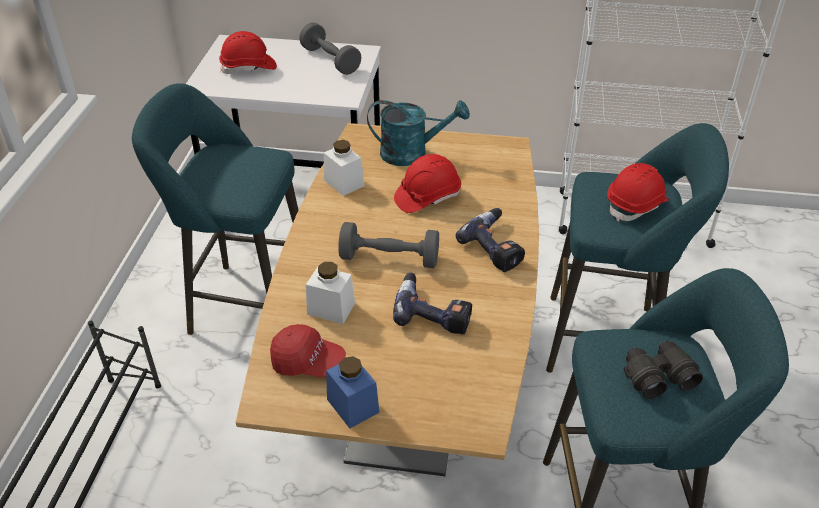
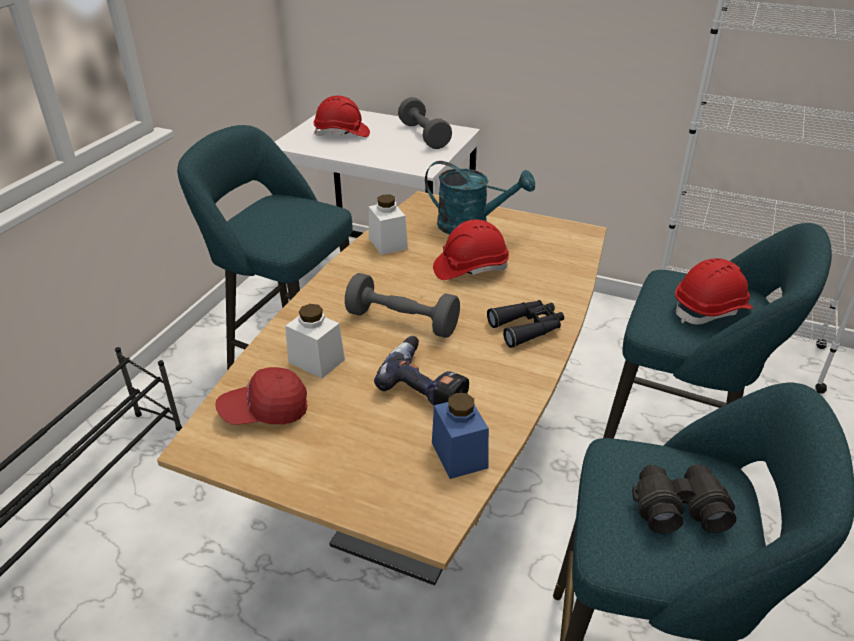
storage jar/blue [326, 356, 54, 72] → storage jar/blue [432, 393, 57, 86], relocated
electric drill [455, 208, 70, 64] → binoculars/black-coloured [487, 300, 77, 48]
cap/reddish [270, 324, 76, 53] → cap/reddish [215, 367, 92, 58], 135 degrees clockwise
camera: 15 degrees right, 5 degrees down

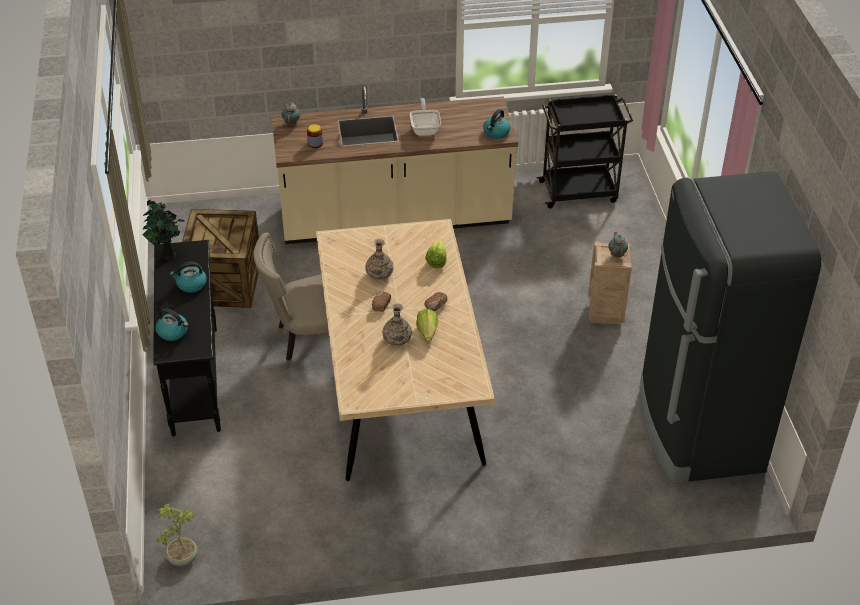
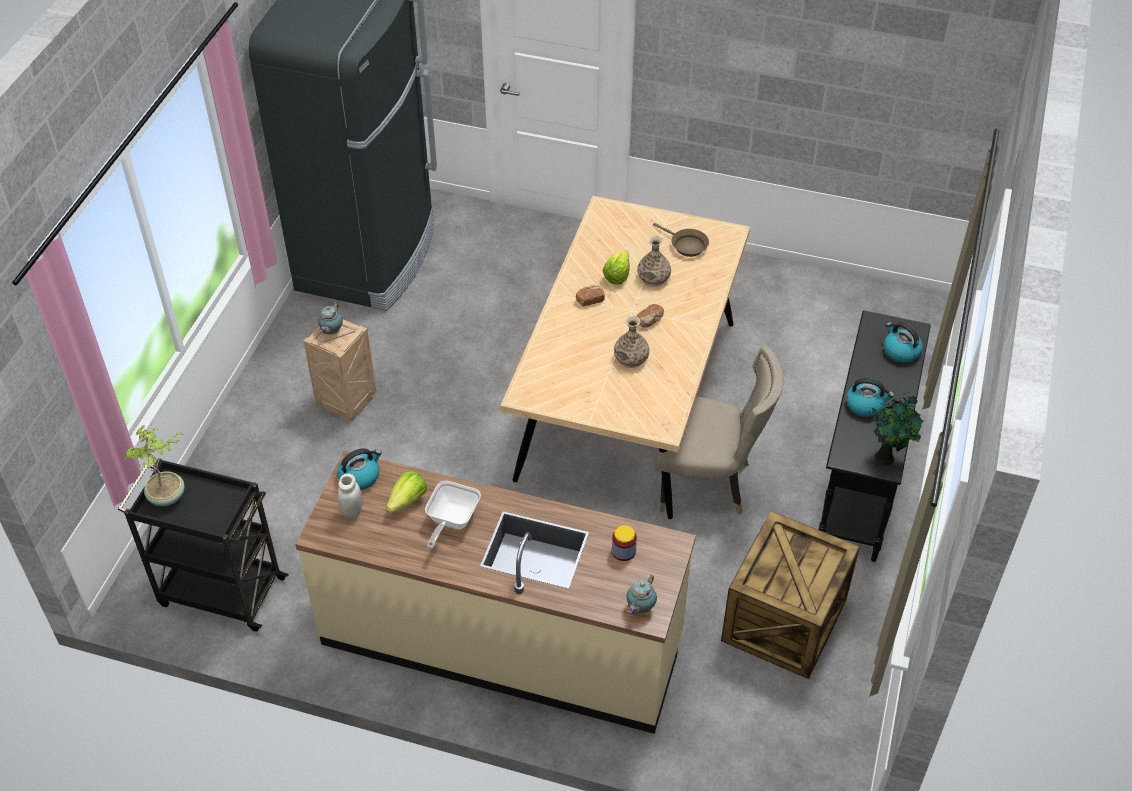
- → storage jar/white [338, 474, 25, 45]
- → skillet/brown-coloured [653, 223, 56, 34]
houseplant [157, 503, 41, 63] → houseplant [125, 425, 60, 81], relocated
head of lettuce [425, 240, 22, 28] → head of lettuce [386, 471, 41, 42], relocated
camera: 155 degrees left, 5 degrees up

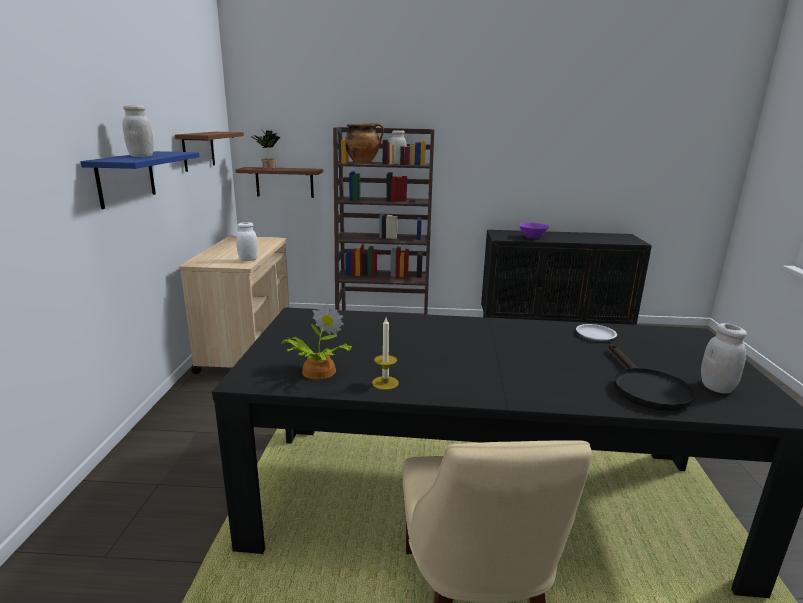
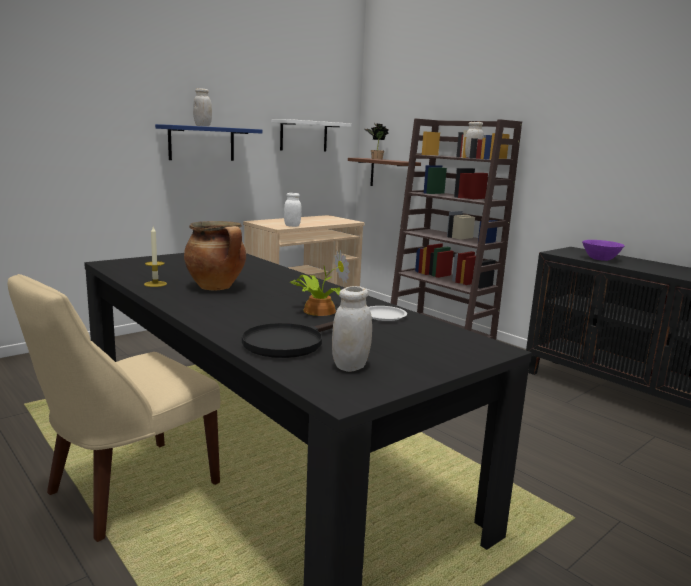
houseplant [281, 304, 71, 76] → houseplant [290, 250, 60, 66], relocated
cooking pot [345, 123, 39, 40] → cooking pot [184, 221, 62, 69], relocated
shelf/brown-coloured [175, 132, 69, 40] → shelf/white [271, 119, 80, 32]
camera: 45 degrees right, 5 degrees down

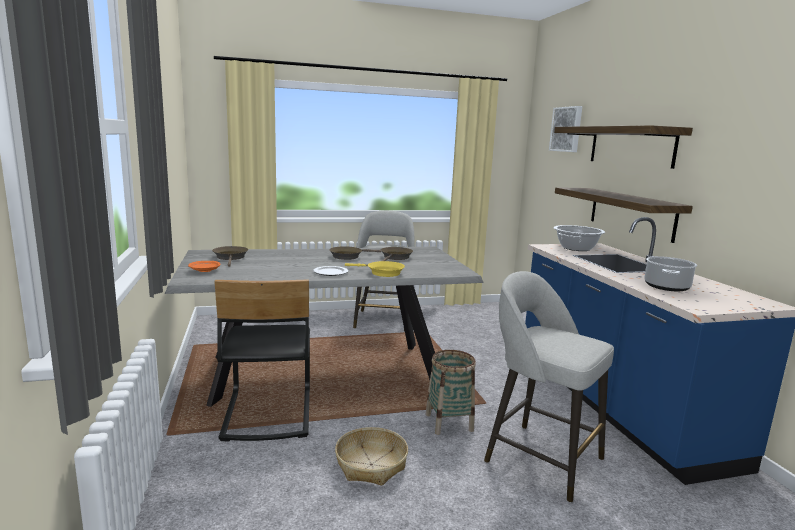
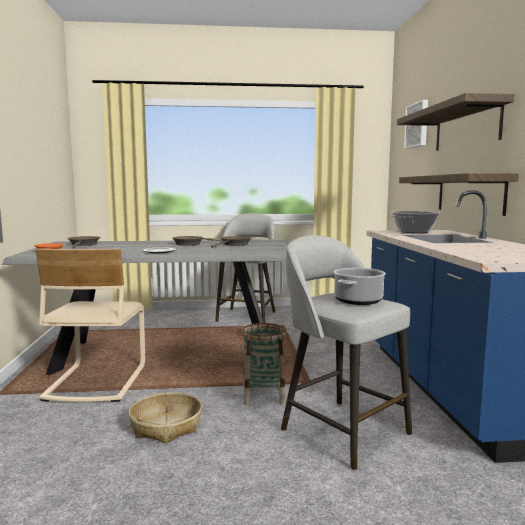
skillet/yellow-coloured [345, 261, 60, 16] → -
cooking pot [644, 256, 53, 36] → cooking pot [334, 268, 52, 37], relocated
upright chair/black-coloured [214, 279, 96, 163] → upright chair/sand-coloured [36, 249, 109, 153]
camera: 10 degrees right, 5 degrees down

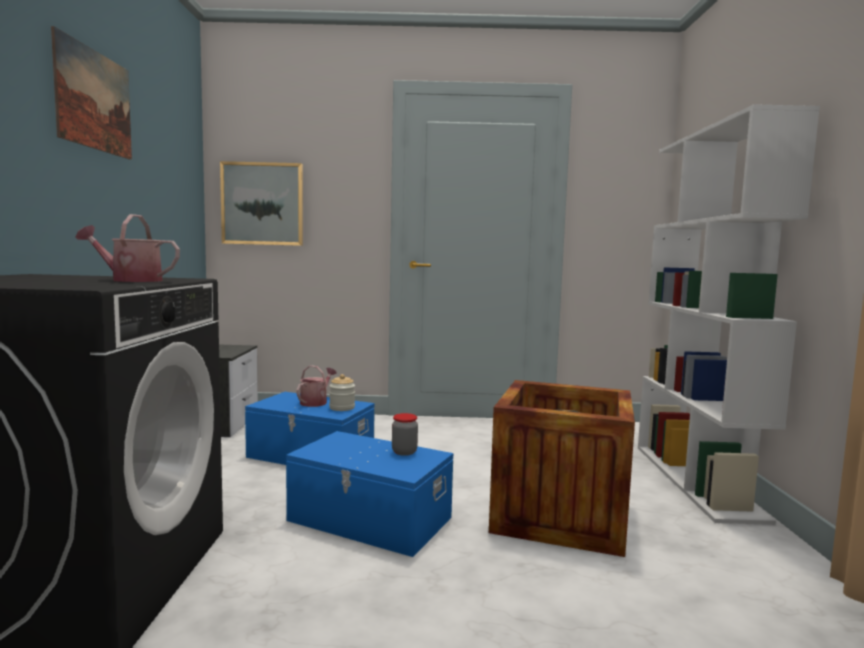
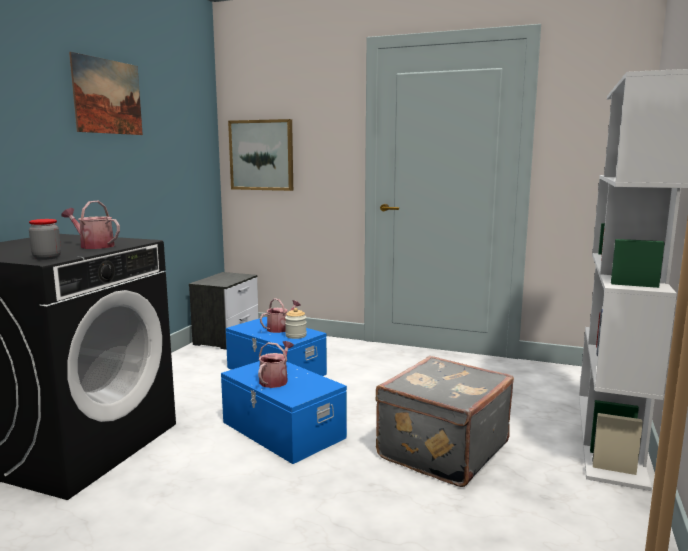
- → watering pot [258, 341, 36, 47]
storage jar [392, 413, 26, 43] → storage jar [29, 219, 32, 41], relocated
packing crate [489, 380, 146, 177] → piece of luggage/grey [375, 356, 139, 131]
camera: 20 degrees right, 5 degrees up

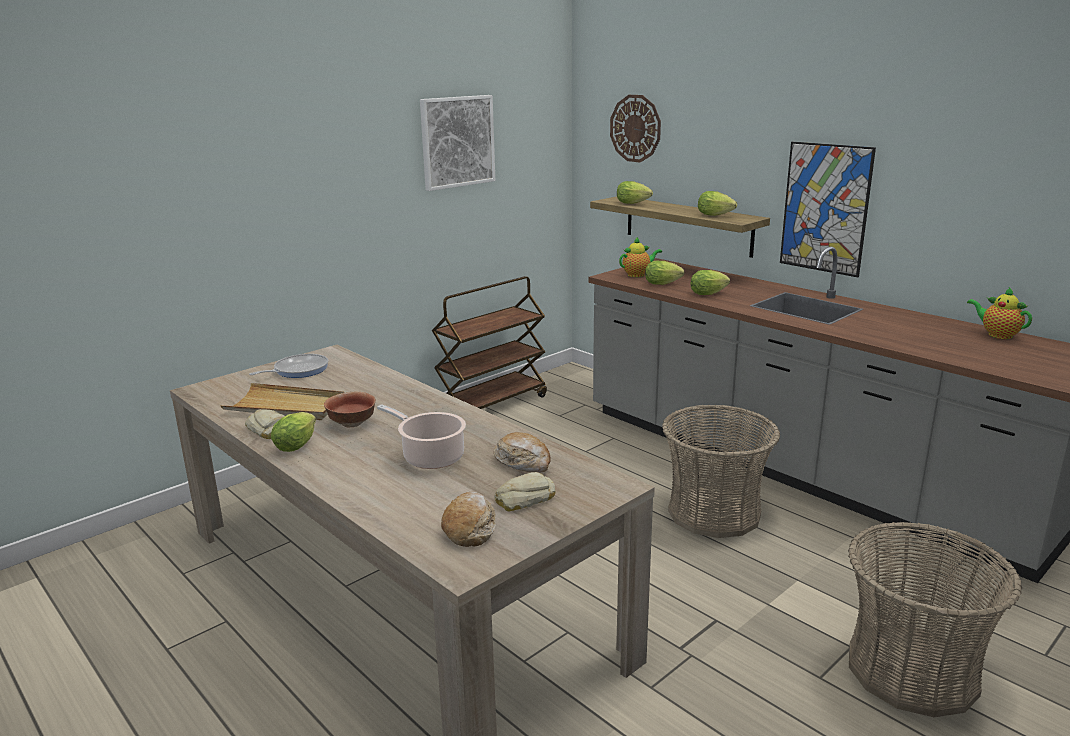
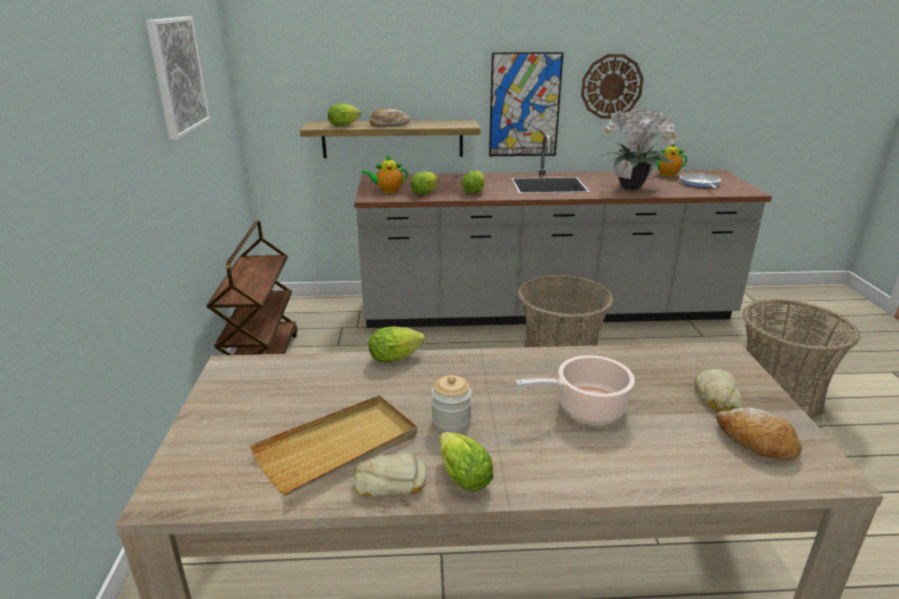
- → houseplant [598, 106, 82, 84]
skillet [249, 354, 79, 24] → skillet [680, 173, 41, 15], relocated
bread [494, 432, 57, 40] → bread [370, 108, 40, 19], relocated
wall clock [610, 95, 51, 67] → wall clock [581, 54, 63, 65], relocated
head of lettuce [698, 191, 39, 25] → head of lettuce [369, 326, 56, 37], relocated
bowl [324, 392, 52, 35] → storage jar [431, 375, 41, 58]
pot for tea [619, 237, 43, 40] → pot for tea [362, 154, 46, 39], 120 degrees counterclockwise
camera: 50 degrees left, 5 degrees up

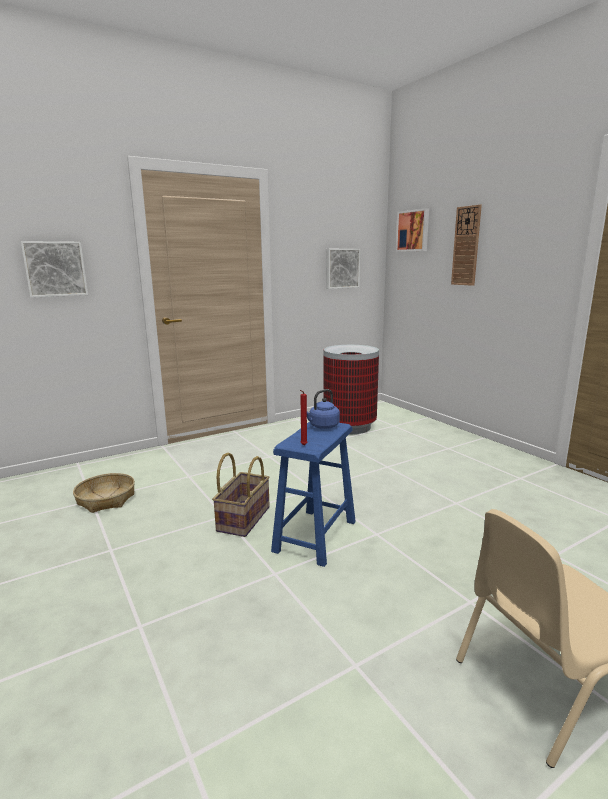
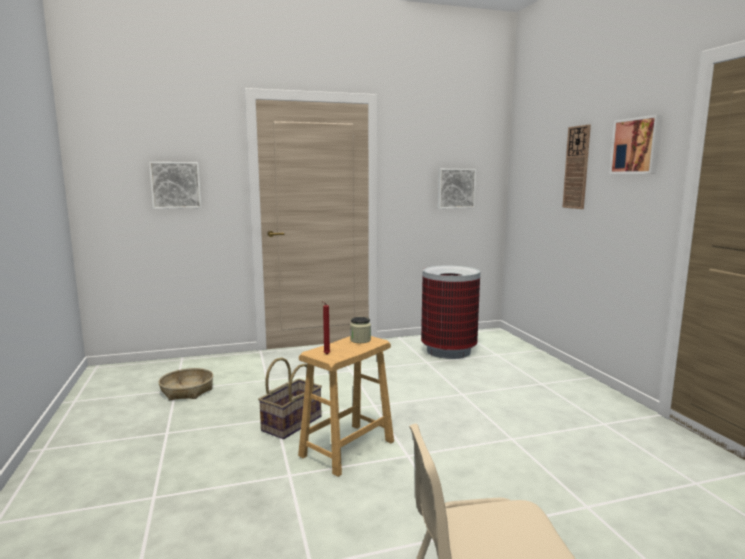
picture [396, 208, 33, 44] → picture [609, 115, 54, 59], relocated
kettle/blue [307, 389, 33, 40] → storage jar [350, 317, 21, 26]
stool seat/blue [271, 421, 85, 146] → stool seat/brown-coloured [298, 336, 96, 141]
camera: 15 degrees right, 5 degrees down

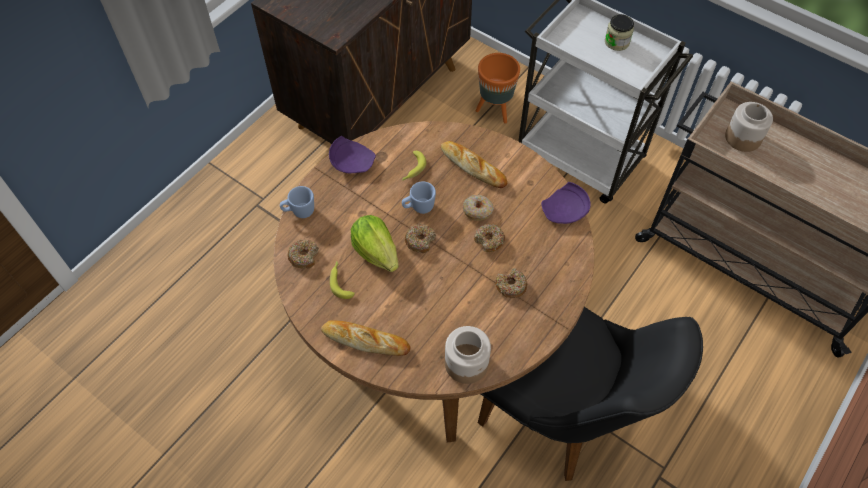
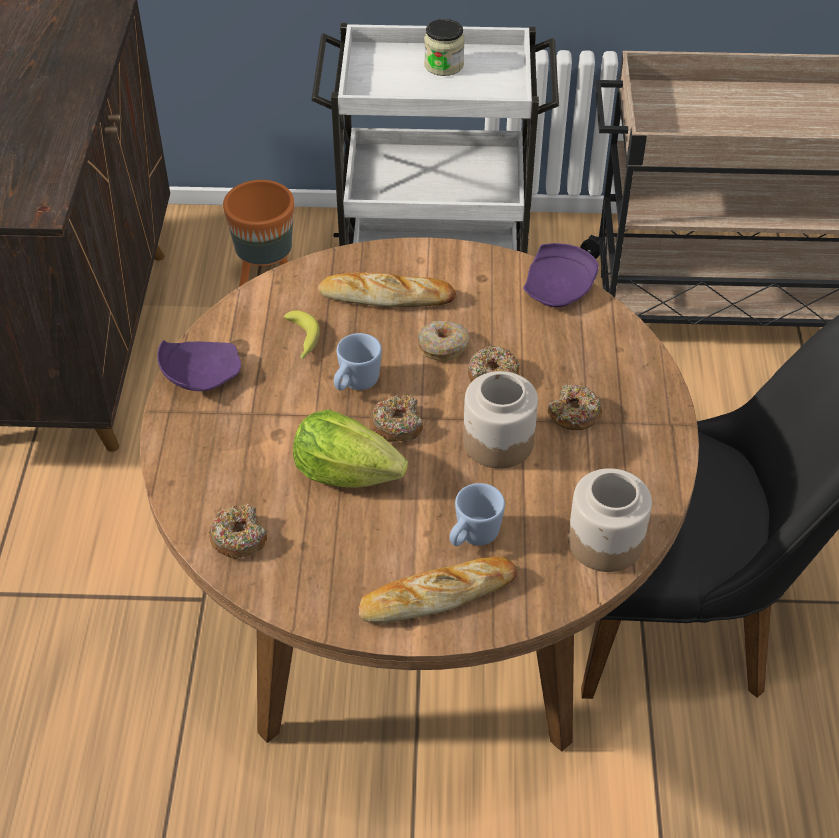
banana fruit [330, 261, 25, 38] → -
mug/blue [280, 186, 34, 32] → mug/blue [449, 483, 56, 63], relocated
storage jar [725, 102, 48, 50] → storage jar [463, 371, 75, 98], relocated
camera: 35 degrees left, 10 degrees down

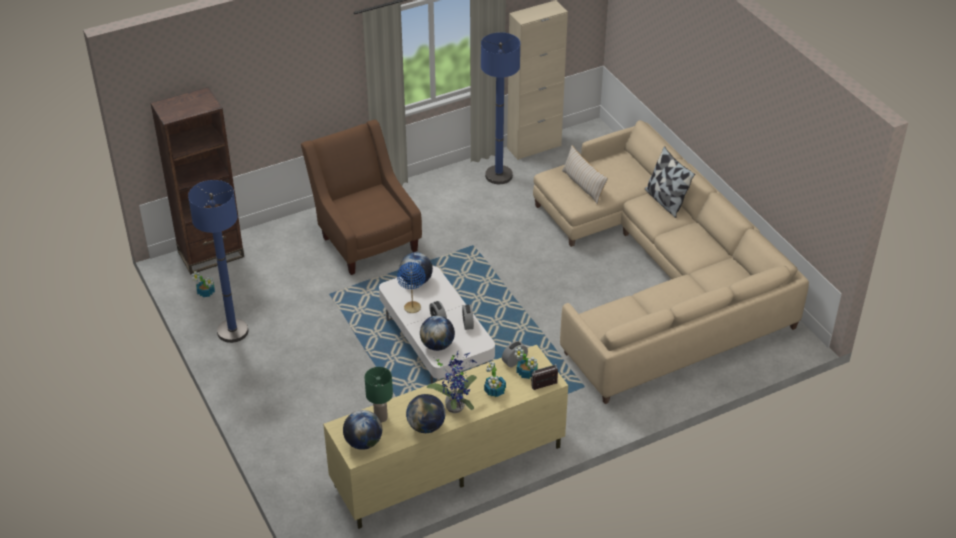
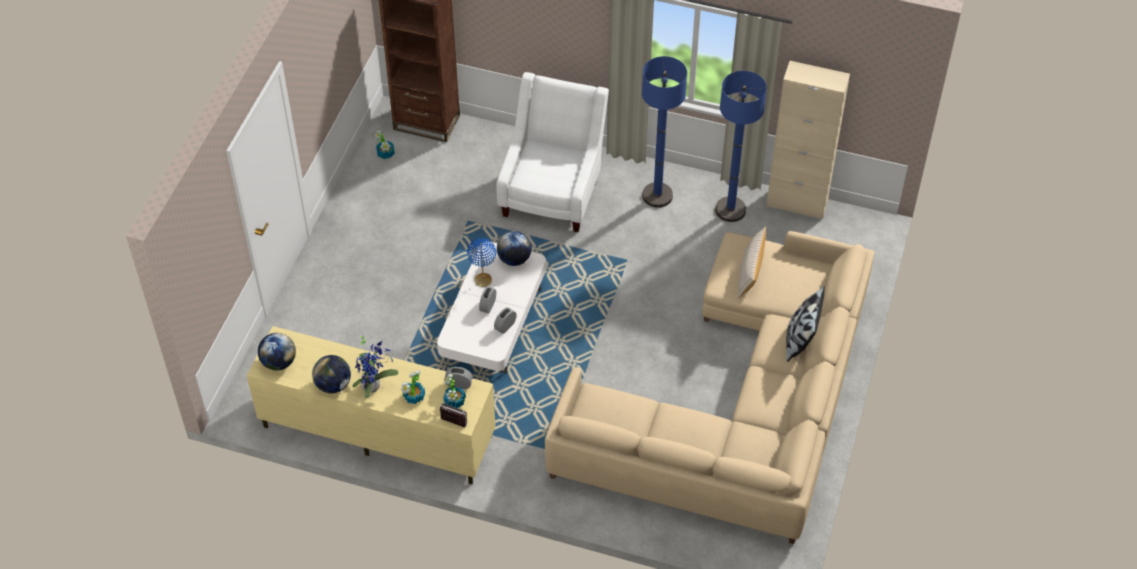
tabletop lamp/green [365, 367, 28, 56] → -
desk globe [420, 316, 35, 35] → -
standing lamp/blue [188, 180, 61, 163] → standing lamp/blue [642, 56, 45, 152], relocated
lounge chair/brown-coloured [301, 120, 121, 155] → lounge chair/white [496, 72, 113, 160]
camera: 45 degrees right, 10 degrees up

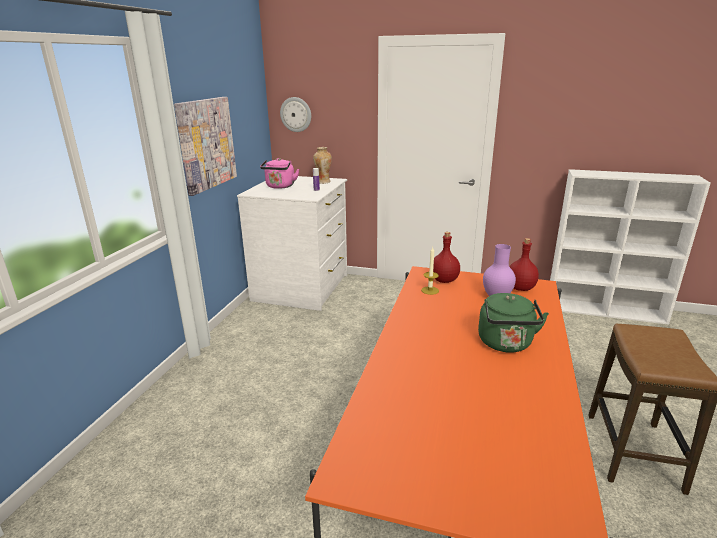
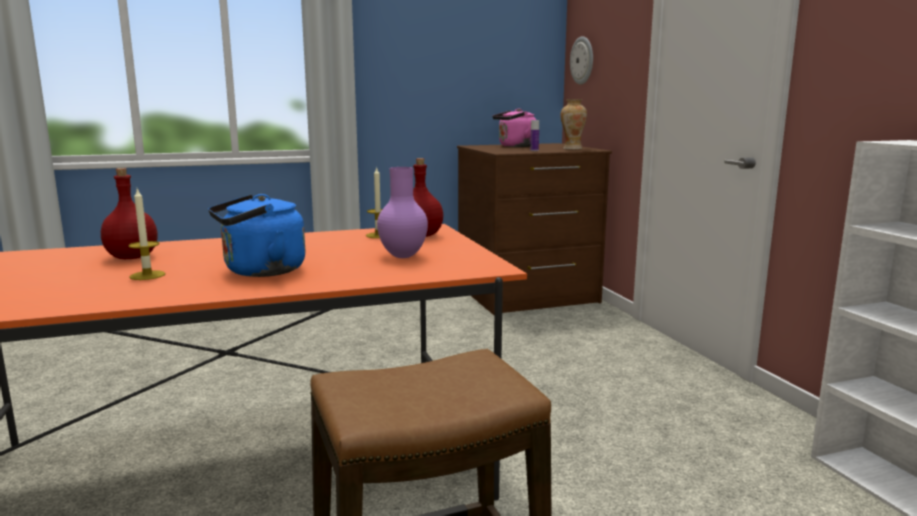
picture [174, 97, 63, 99] → -
- → wax light [128, 188, 38, 92]
bottle/reddish [509, 238, 30, 53] → bottle/reddish [101, 168, 57, 91], relocated
drawer chest/white [237, 176, 110, 135] → drawer chest/brown-coloured [457, 143, 155, 172]
kettle/green [478, 293, 71, 59] → kettle/blue [208, 194, 98, 83]
camera: 55 degrees right, 10 degrees down

